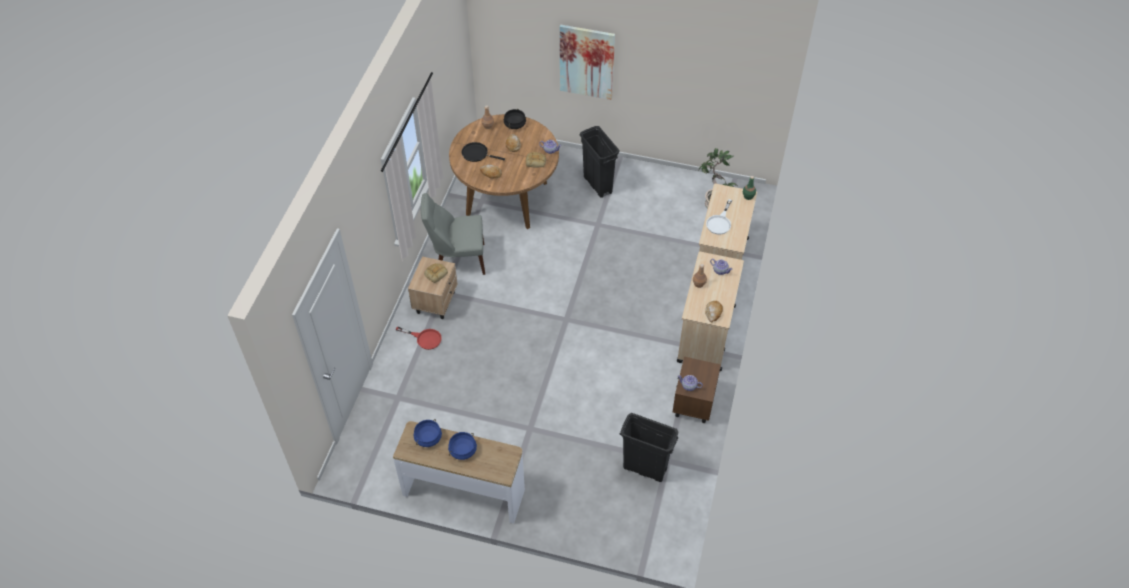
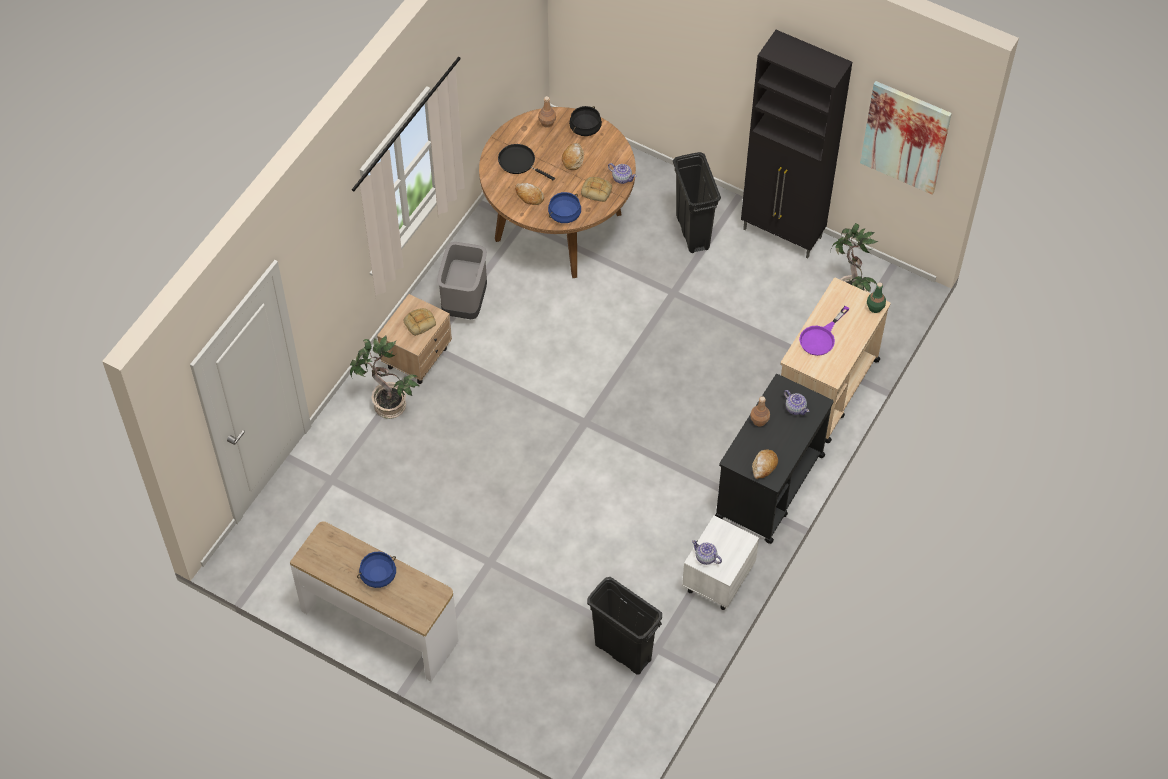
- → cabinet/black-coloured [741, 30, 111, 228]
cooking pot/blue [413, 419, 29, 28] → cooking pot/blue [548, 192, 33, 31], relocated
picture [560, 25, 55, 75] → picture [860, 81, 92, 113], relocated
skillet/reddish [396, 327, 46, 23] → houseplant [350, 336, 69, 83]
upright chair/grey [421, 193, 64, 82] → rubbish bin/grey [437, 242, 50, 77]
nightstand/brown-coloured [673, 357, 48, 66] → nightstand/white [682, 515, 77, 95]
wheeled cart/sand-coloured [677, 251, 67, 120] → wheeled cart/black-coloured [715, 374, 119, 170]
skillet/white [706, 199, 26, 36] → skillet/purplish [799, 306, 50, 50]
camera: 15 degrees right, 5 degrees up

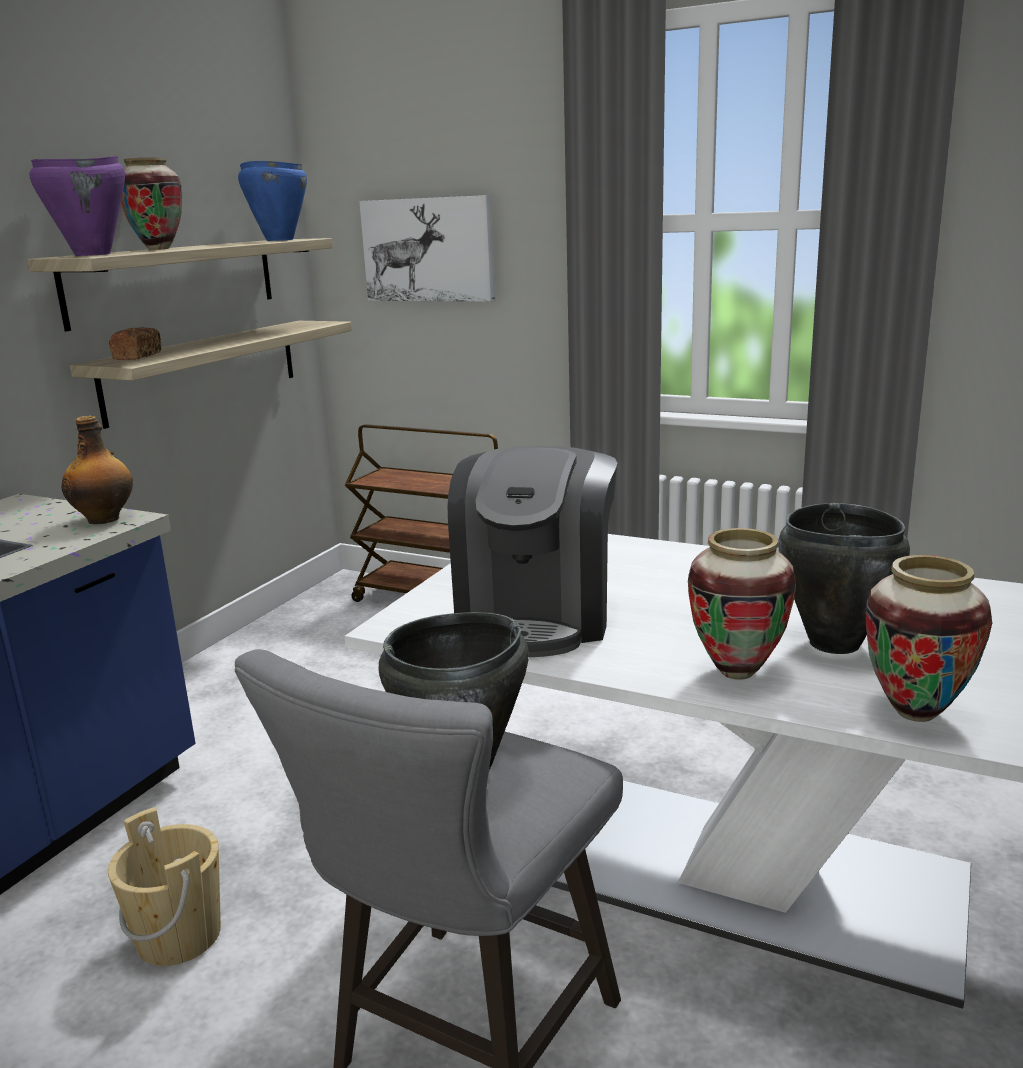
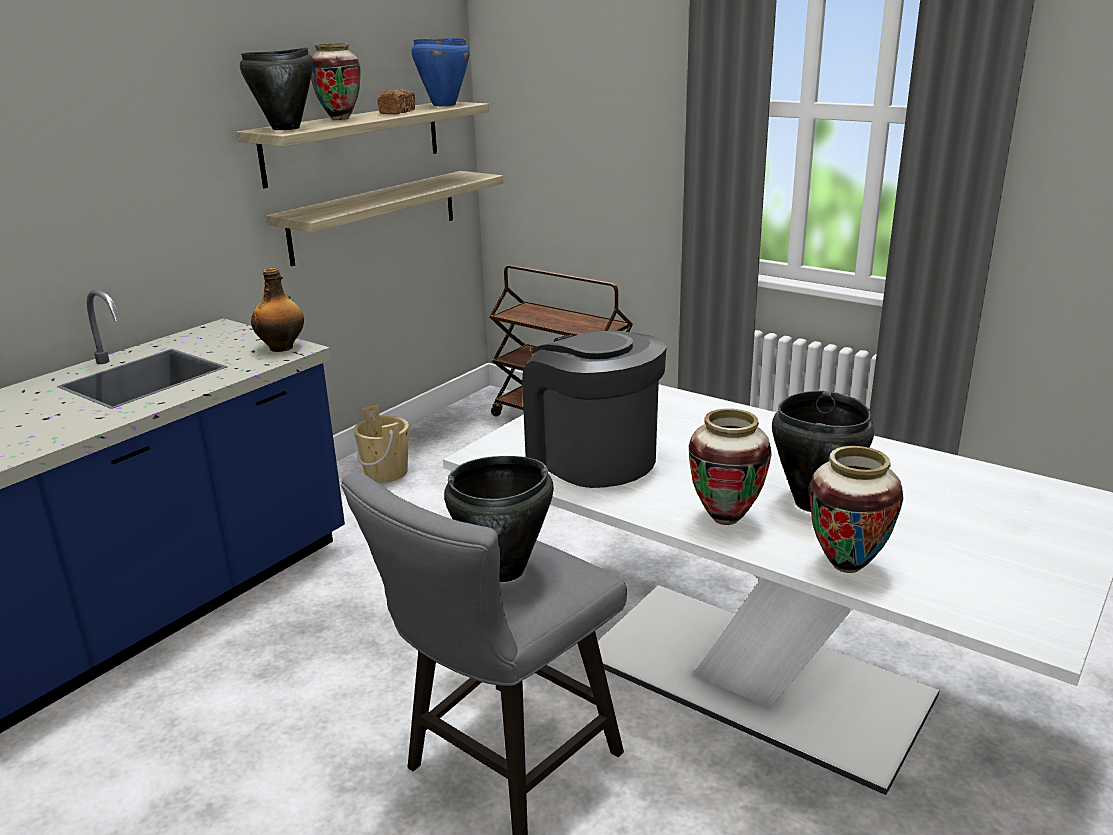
picture [359, 195, 136, 107] → -
water bucket/sand-coloured [108, 807, 113, 159] → water bucket/sand-coloured [354, 405, 55, 78], relocated
bread [109, 327, 53, 33] → bread [377, 89, 38, 25], relocated
cooking pot/purplish [29, 156, 96, 100] → cooking pot/black-coloured [240, 47, 73, 83]
coffee brewer [448, 446, 169, 211] → coffee brewer [522, 330, 145, 158], 120 degrees clockwise
camera: 10 degrees right, 5 degrees up

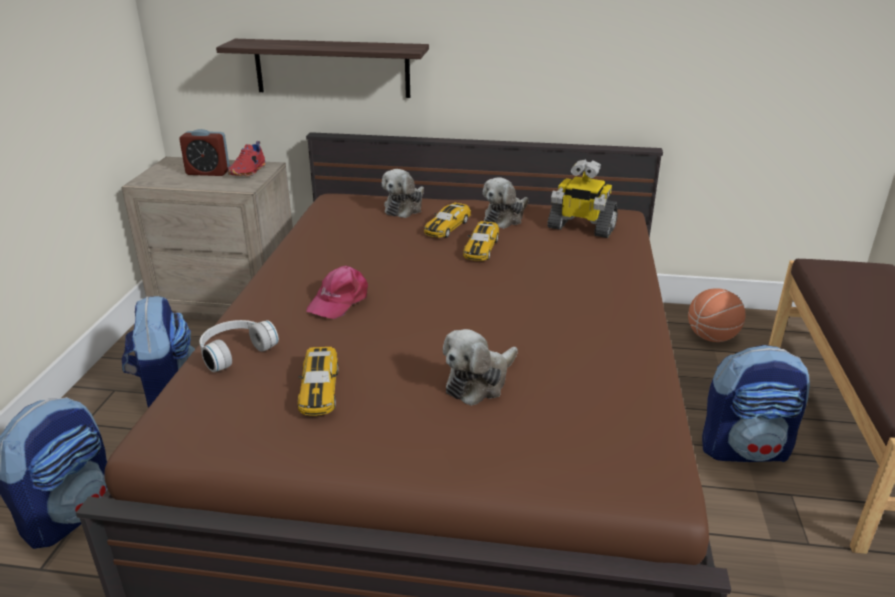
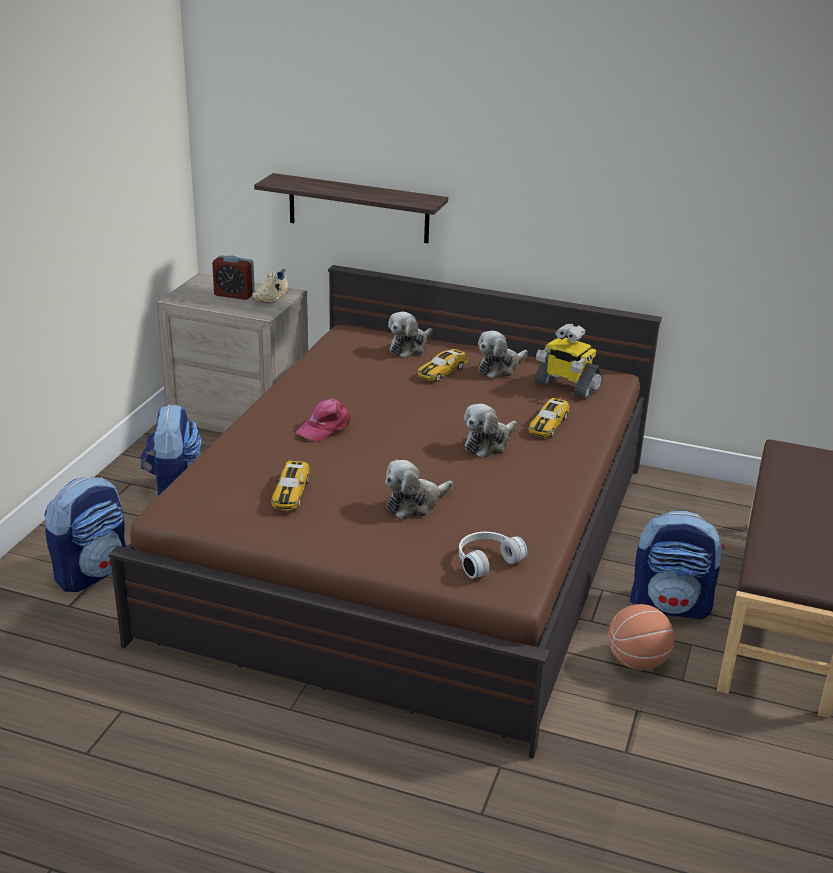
- → plush toy [464, 404, 53, 54]
headphones/white [199, 320, 80, 52] → headphones/white [459, 532, 69, 46], relocated
toy car [463, 221, 36, 40] → toy car [528, 398, 42, 40], relocated
basketball ball [688, 288, 58, 54] → basketball ball [608, 604, 66, 66], relocated
item of footwear/reddish [228, 141, 38, 35] → item of footwear/sand-coloured [252, 269, 37, 34]
camera: 10 degrees right, 0 degrees up

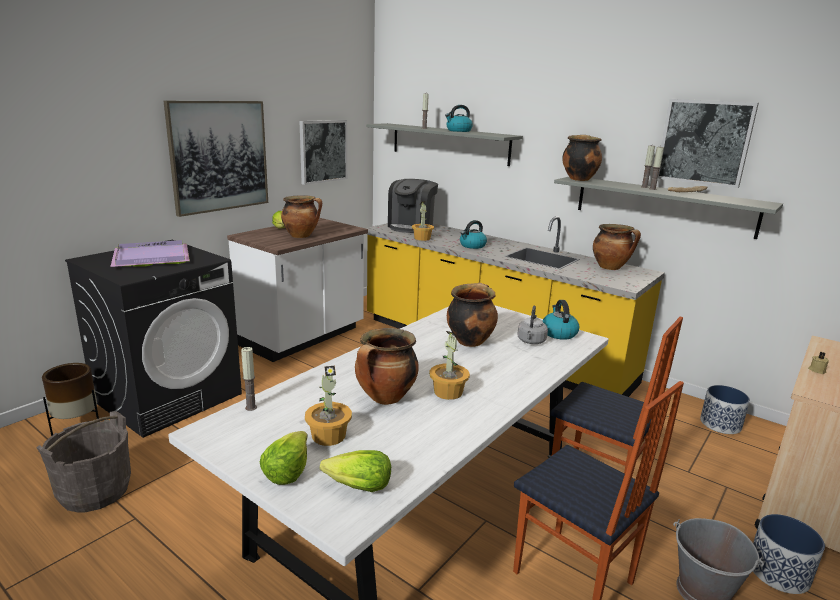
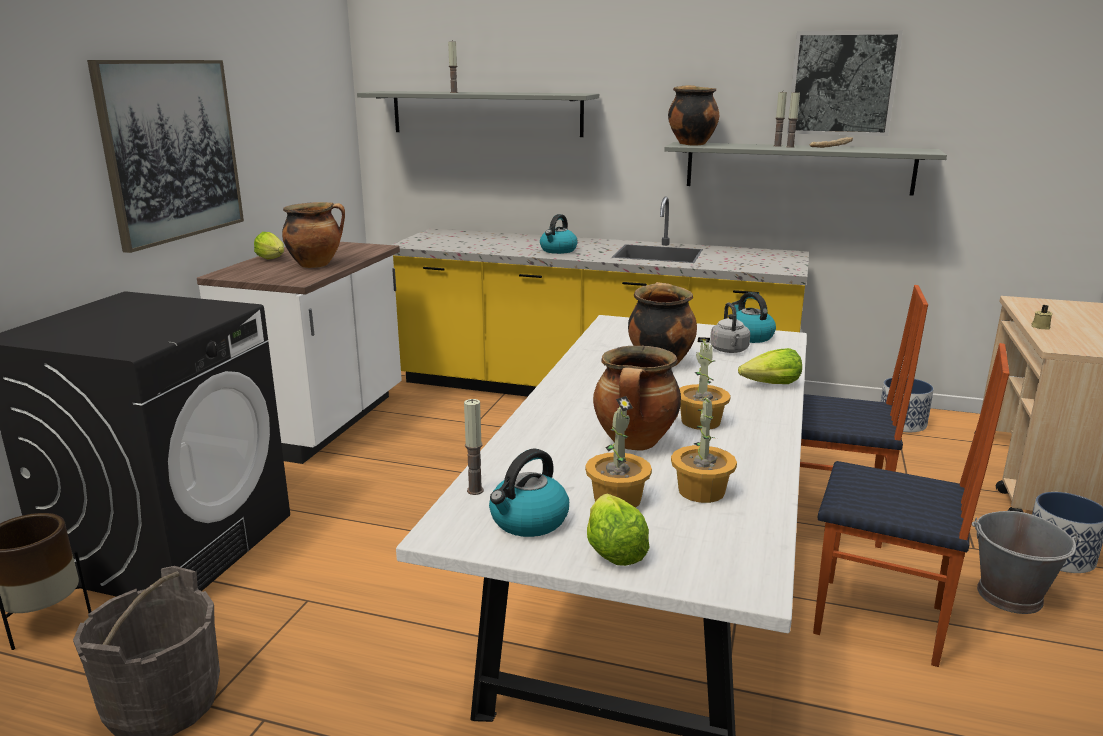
tray/purplish [110, 240, 80, 27] → -
picture [300, 120, 48, 65] → -
coffee brewer [388, 179, 50, 54] → -
cooking pot [593, 224, 48, 46] → -
head of lettuce [320, 450, 71, 42] → head of lettuce [738, 348, 64, 36], relocated
houseplant [412, 201, 22, 40] → houseplant [671, 394, 66, 109], relocated
kettle [445, 105, 28, 27] → kettle [489, 449, 80, 88], relocated
camera: 20 degrees left, 0 degrees up

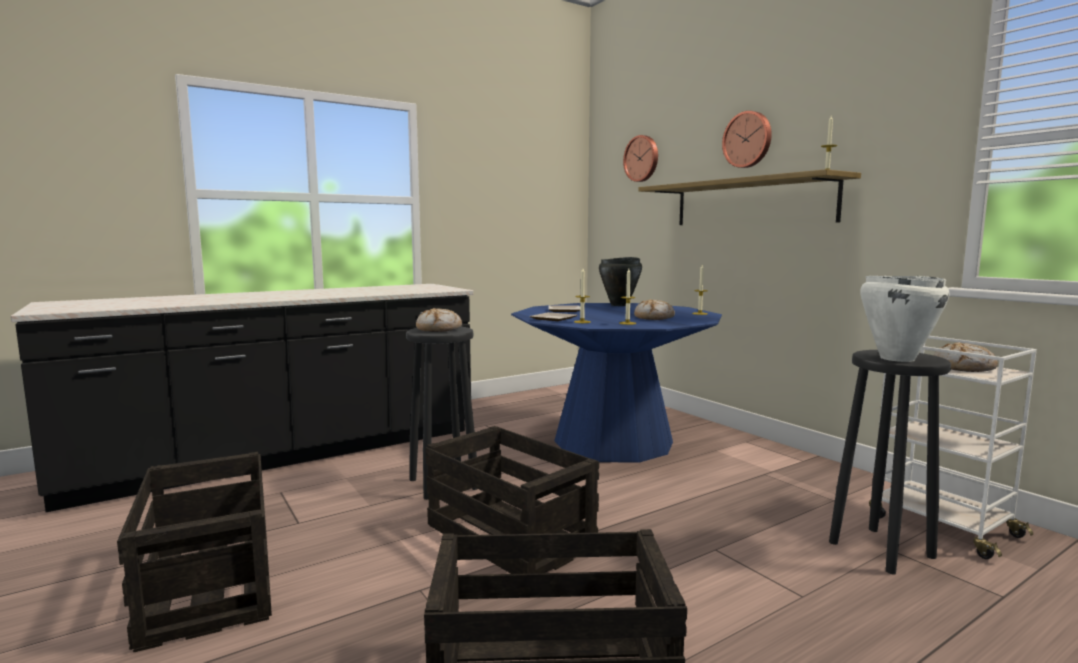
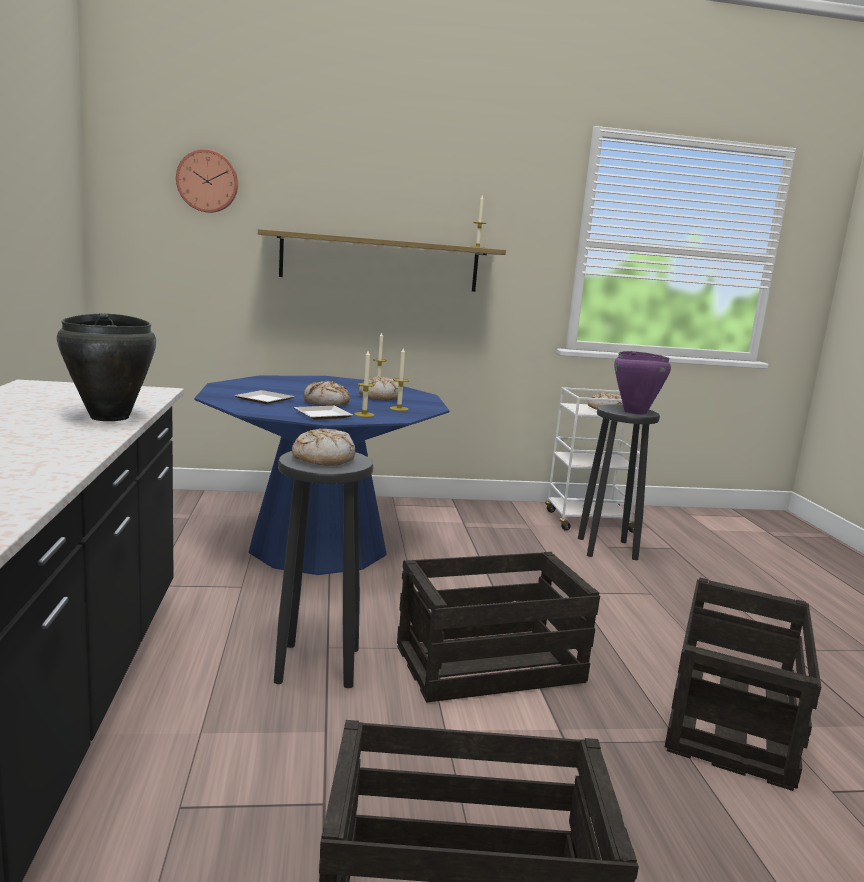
wall clock [722, 111, 50, 57] → -
- → bread [304, 381, 46, 26]
cooking pot/black-coloured [599, 257, 43, 49] → cooking pot/black-coloured [57, 313, 99, 108], relocated
cooking pot/white [860, 276, 89, 86] → cooking pot/purplish [614, 351, 57, 64]
camera: 65 degrees left, 5 degrees up

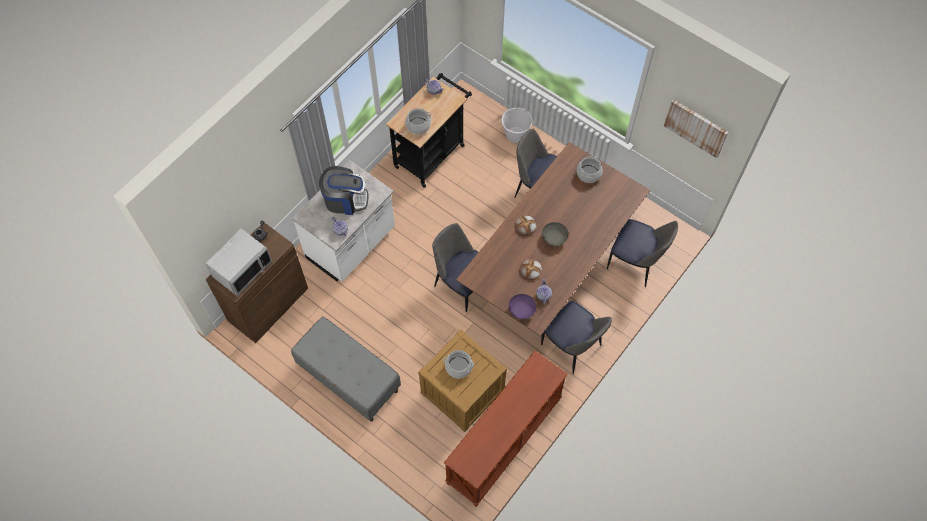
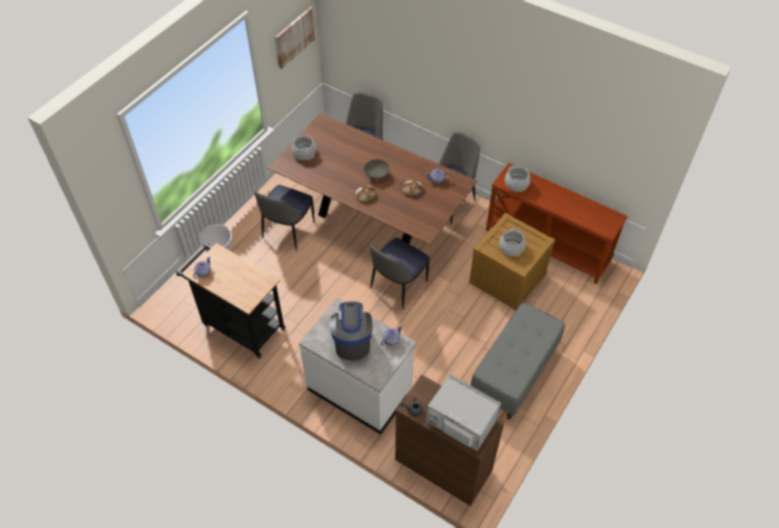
bowl/purplish [509, 294, 27, 25] → -
cooking pot [404, 108, 27, 27] → cooking pot [505, 166, 25, 26], relocated
camera: 95 degrees left, 10 degrees down

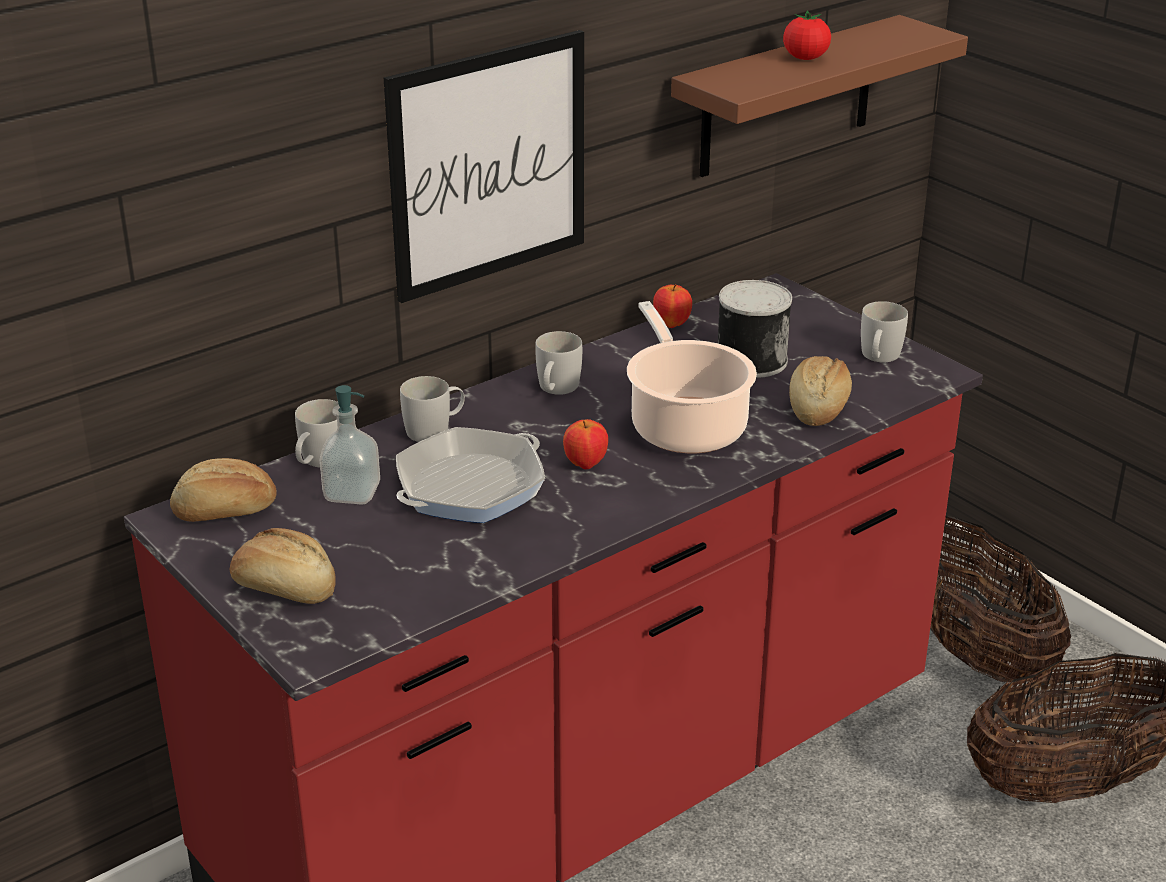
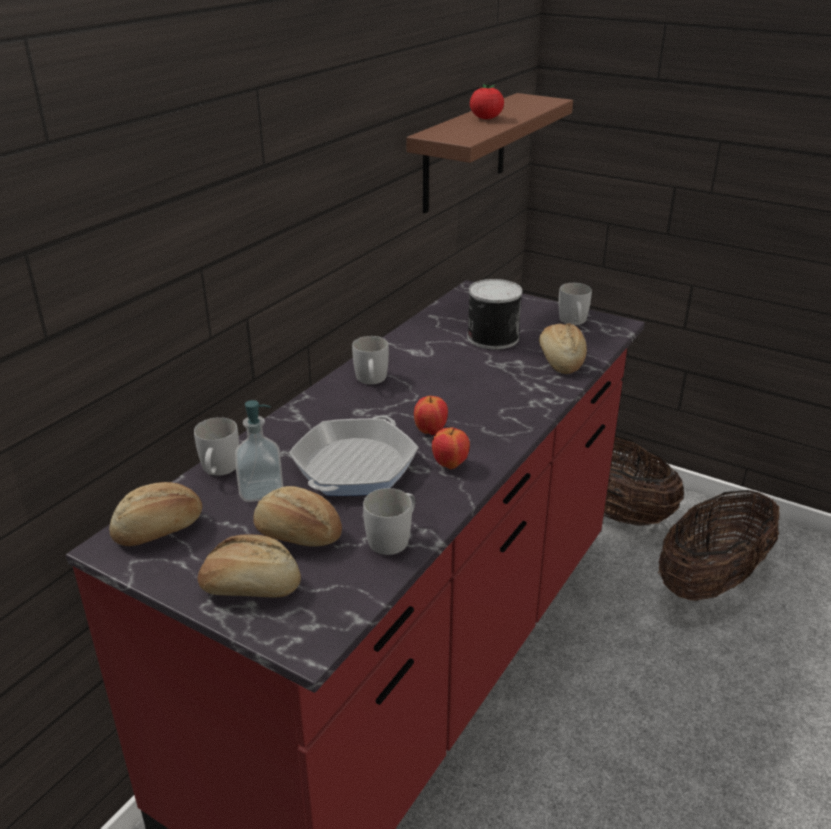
picture [384, 30, 200, 273] → -
cooking pot [627, 301, 130, 152] → -
- → bread [253, 486, 89, 60]
mug/white [400, 376, 65, 66] → mug/white [363, 488, 52, 67], relocated
whole apple [653, 284, 39, 44] → whole apple [432, 427, 38, 42], relocated
camera: 20 degrees left, 0 degrees up

